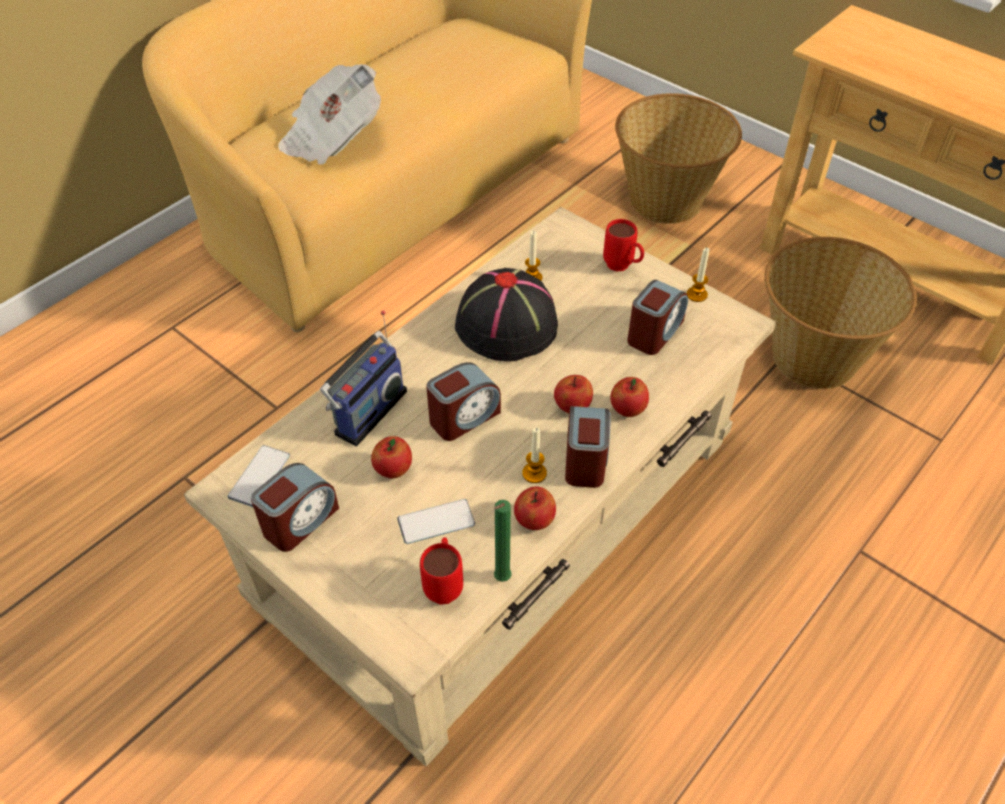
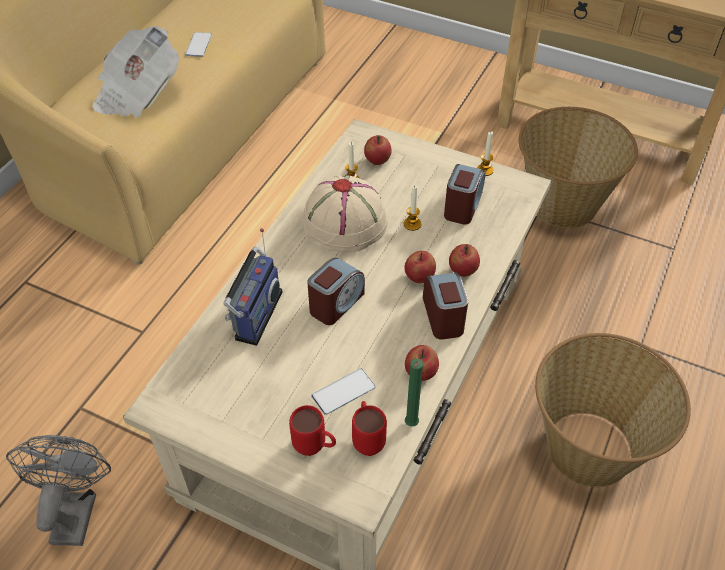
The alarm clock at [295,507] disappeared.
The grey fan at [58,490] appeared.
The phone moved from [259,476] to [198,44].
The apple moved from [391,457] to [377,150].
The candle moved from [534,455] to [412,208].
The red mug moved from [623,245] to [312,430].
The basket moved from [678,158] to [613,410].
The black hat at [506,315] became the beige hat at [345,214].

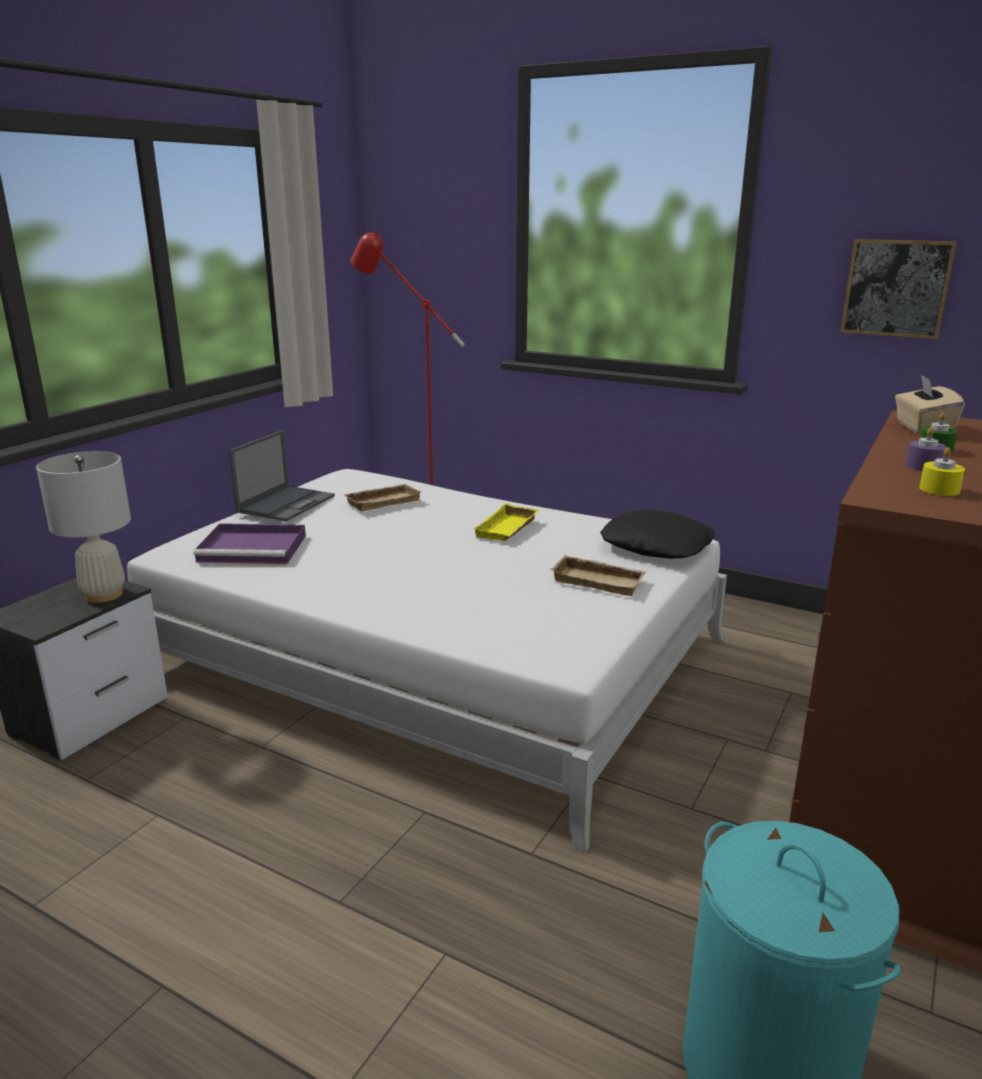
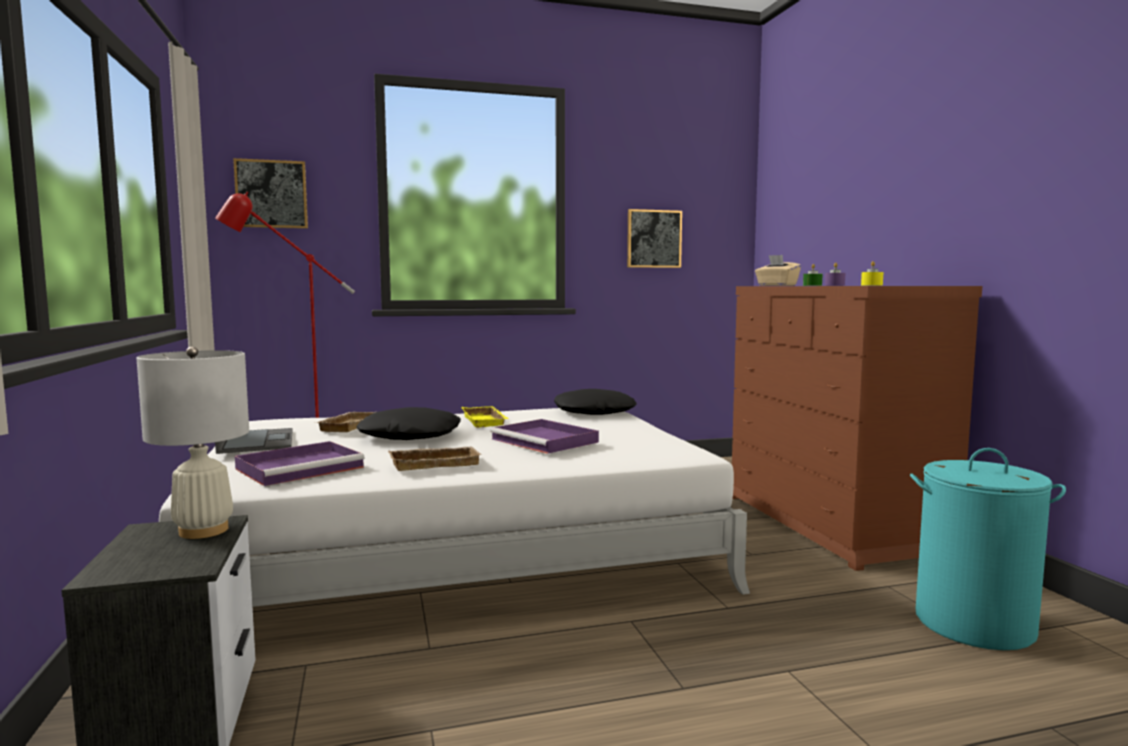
The picture at [270,193] appeared.
The black pillow at [408,423] appeared.
The purple tray at [544,436] appeared.
The beige tray moved from [598,575] to [435,459].

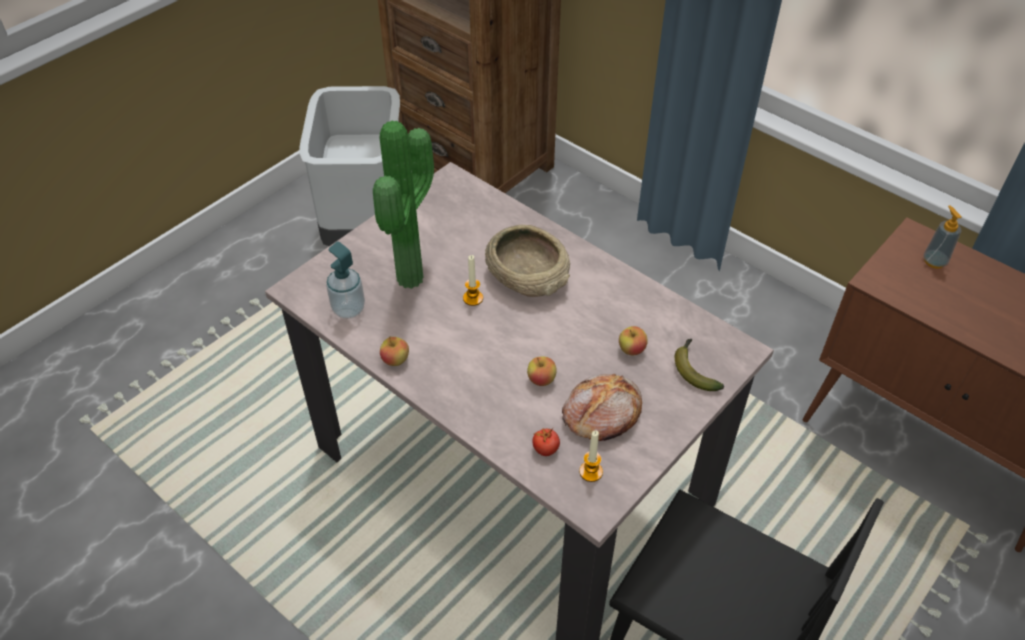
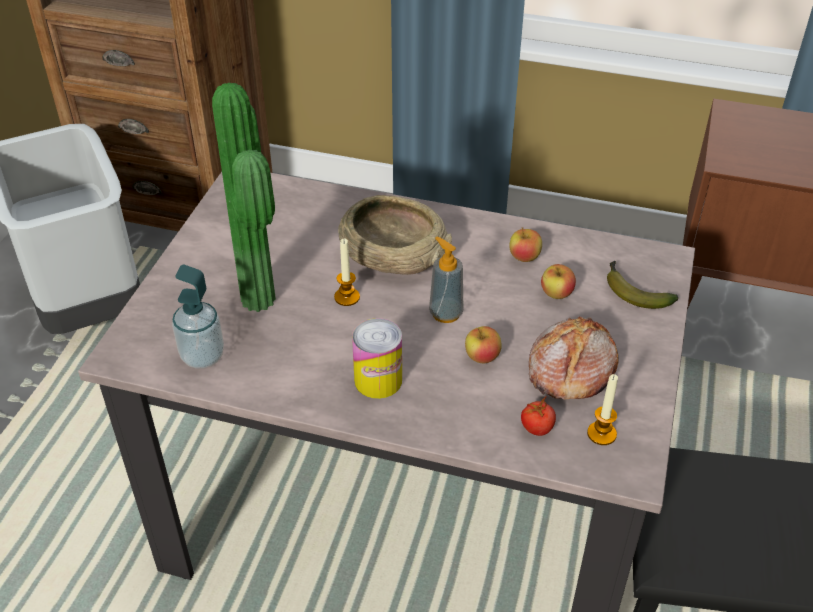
The can at [377,358] appeared.
The apple moved from [394,351] to [525,244].
The soap dispenser moved from [943,237] to [446,280].

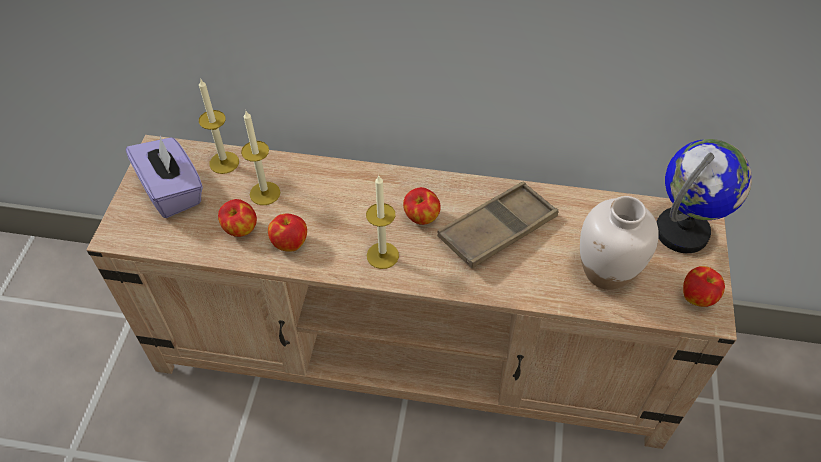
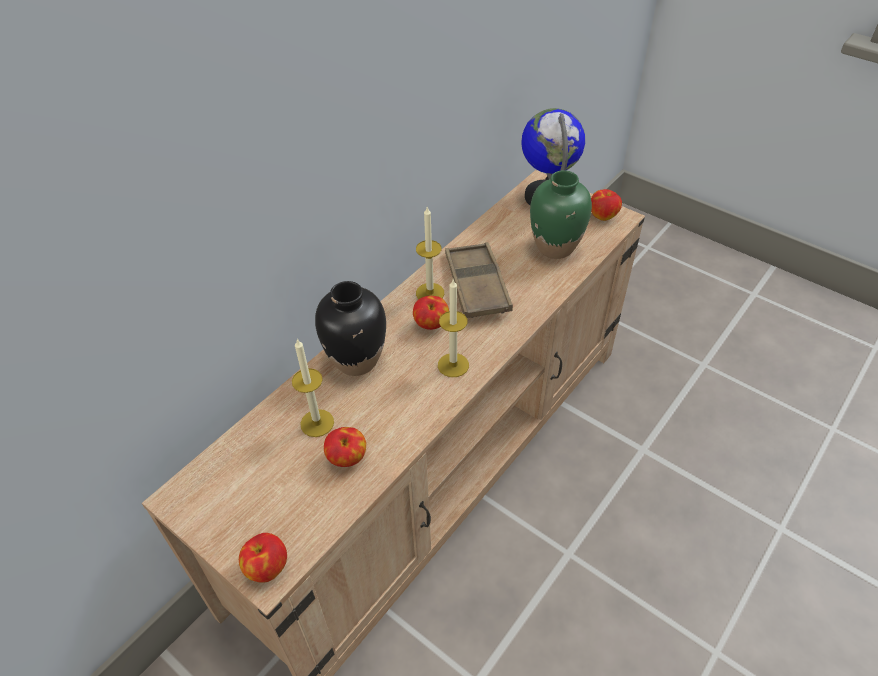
The purple tissue box at [164,176] disappeared.
The black vase at [350,328] appeared.
The candle moved from [219,126] to [430,253].
The apple moved from [287,233] to [263,558].
The white vase at [619,243] became the green vase at [561,214].

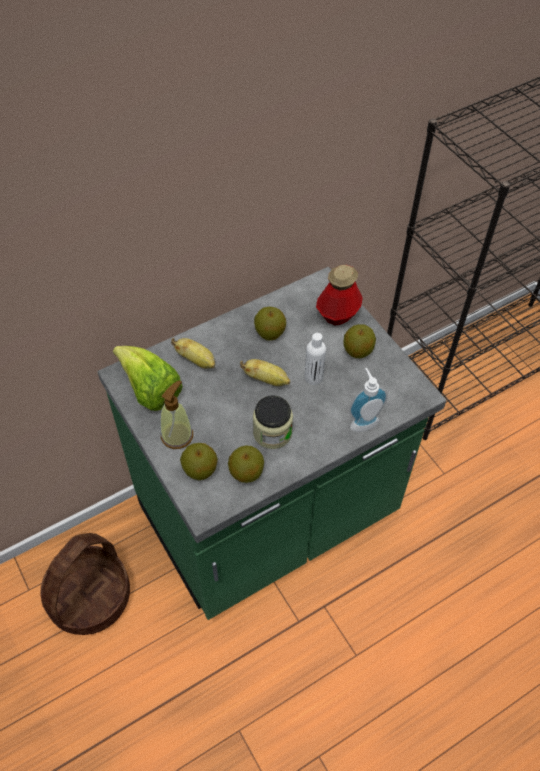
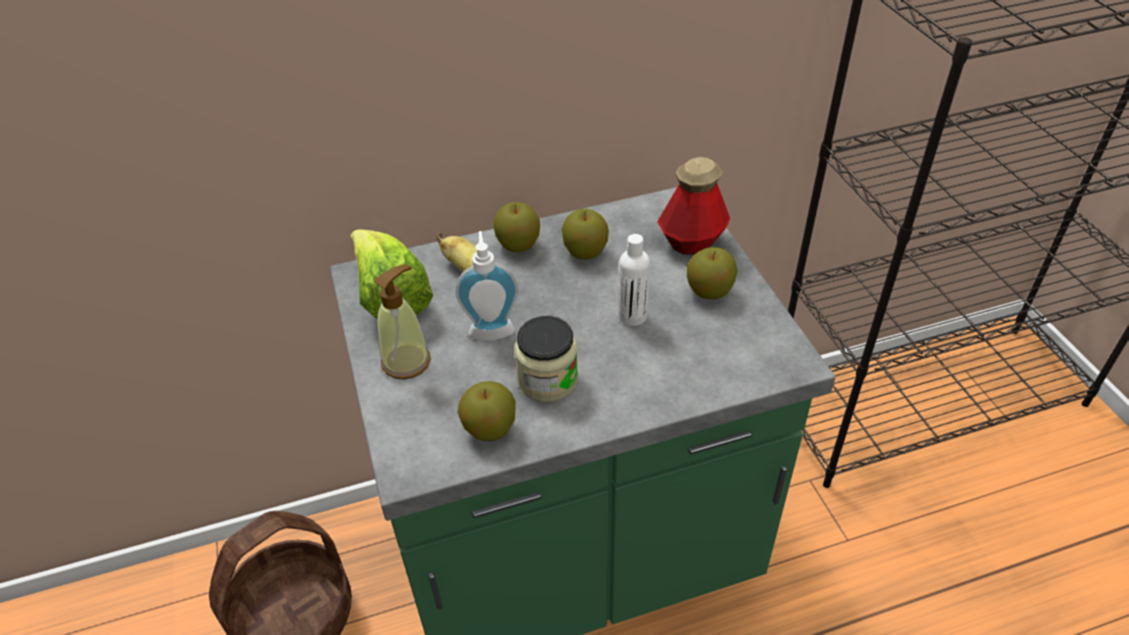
The banana at [265,372] disappeared.
The apple moved from [199,461] to [516,227].
The soap dispenser moved from [368,400] to [486,285].

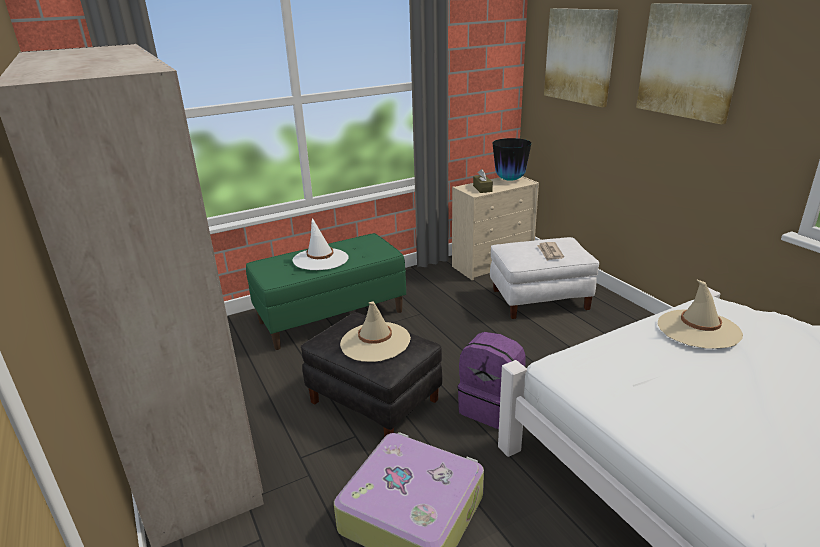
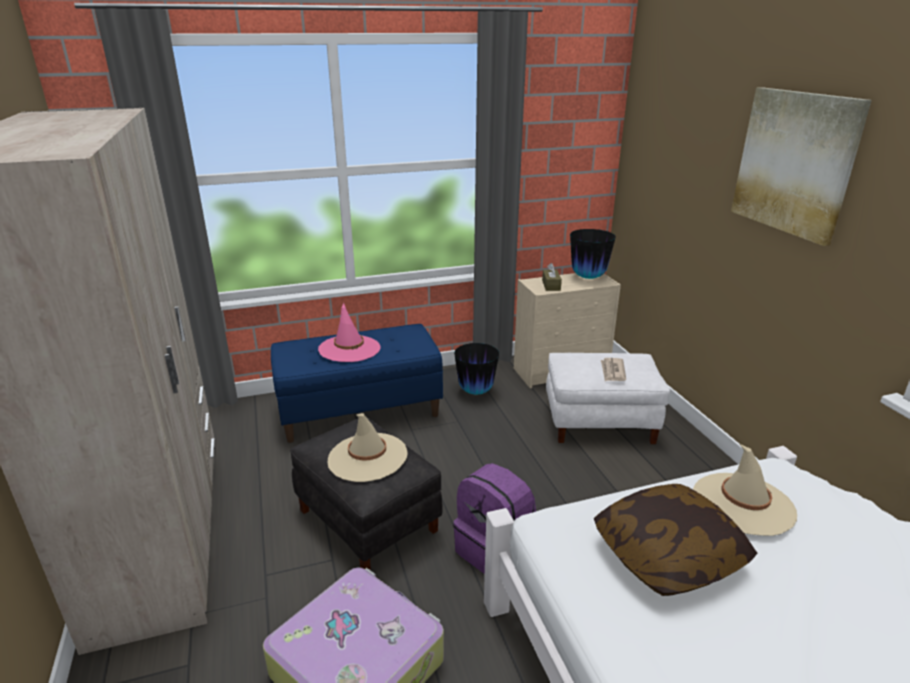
The picture at [581,57] disappeared.
The vase at [476,369] appeared.
The pillow at [675,540] appeared.
The green bench at [326,291] became the blue bench at [357,383].
The white hat at [320,244] became the pink hat at [349,332].

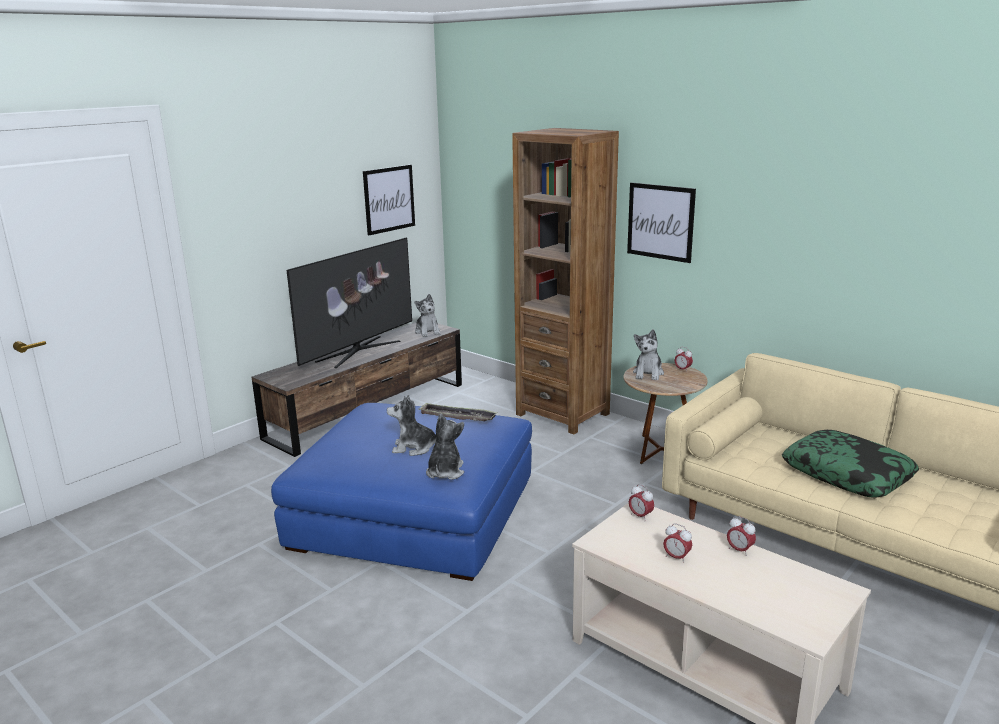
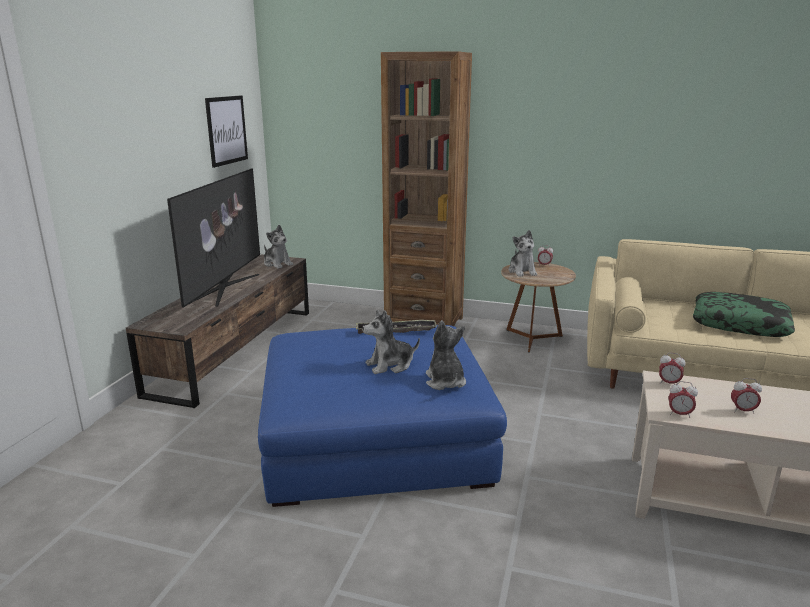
The picture at [661,222] disappeared.
The alarm clock moved from [741,536] to [683,399].

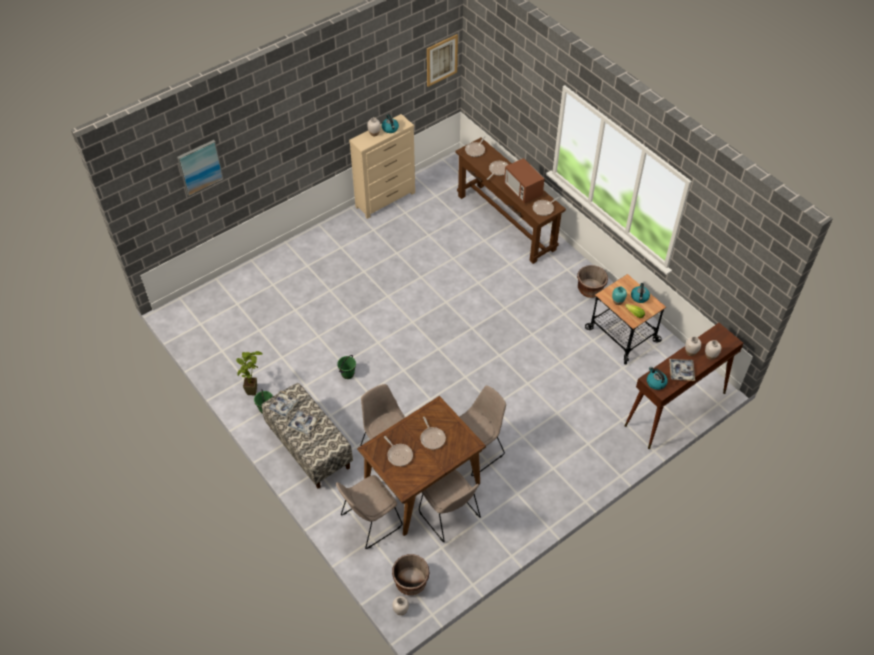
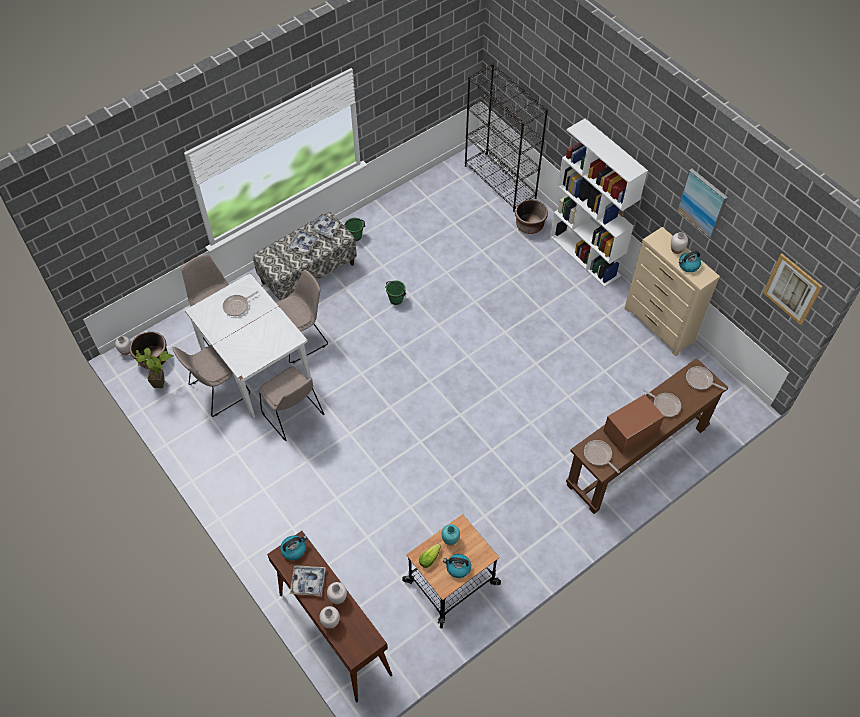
The frying pan at [433,433] disappeared.
The black bookcase at [506,137] appeared.
The white bookcase at [599,202] appeared.
The picture moved from [200,168] to [702,203].
The potted plant moved from [249,373] to [155,368].
The brown planter moved from [592,281] to [531,217].
The brown dining table at [421,466] became the white dining table at [248,345].

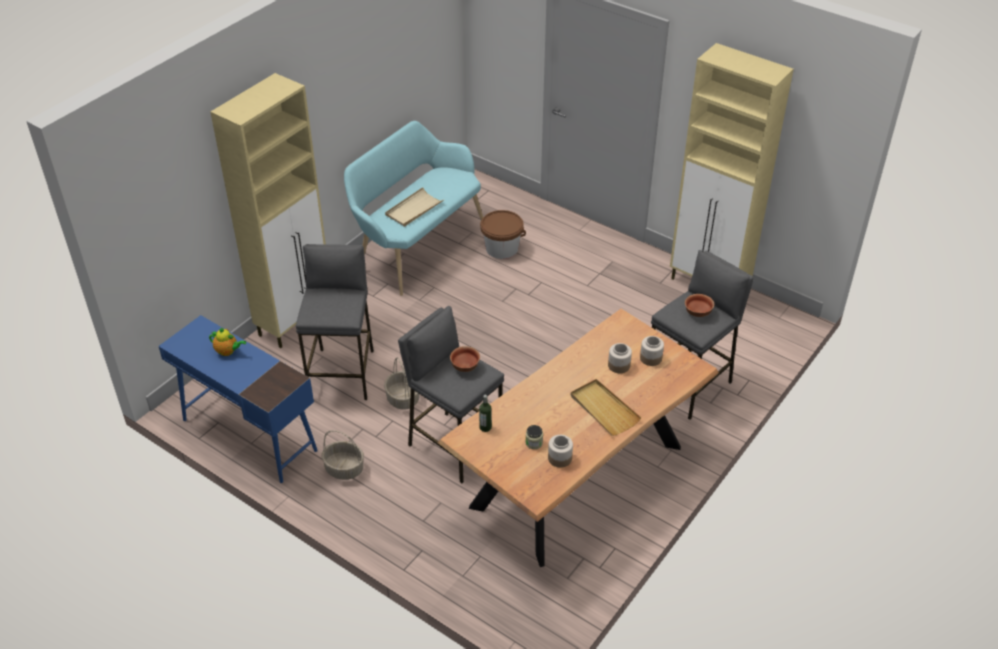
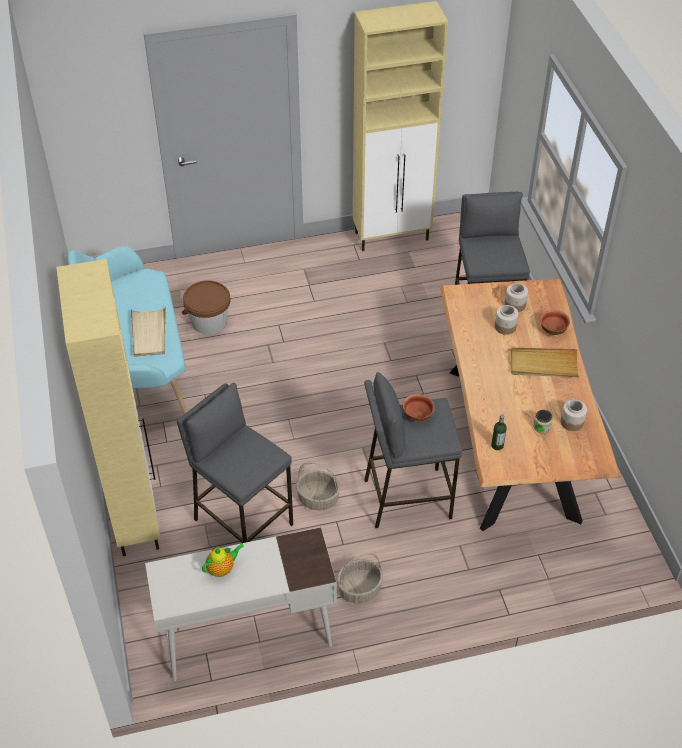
The bowl moved from [699,305] to [555,322].
The blue desk at [238,399] became the white desk at [241,604].

